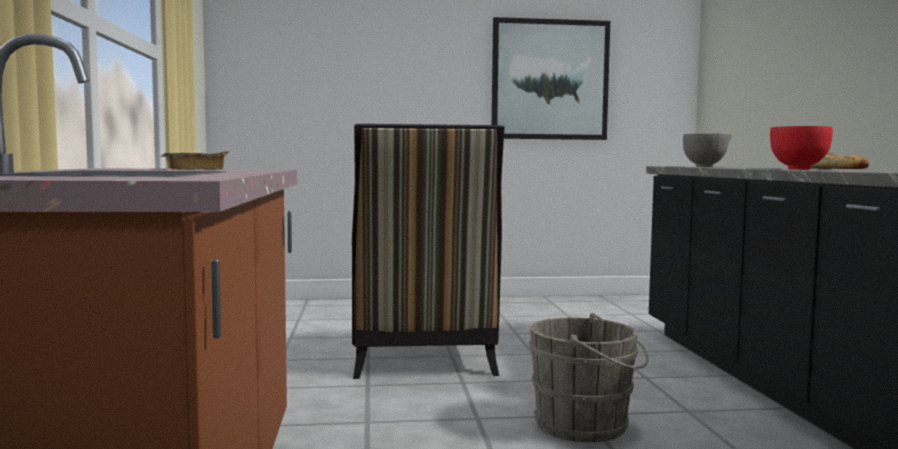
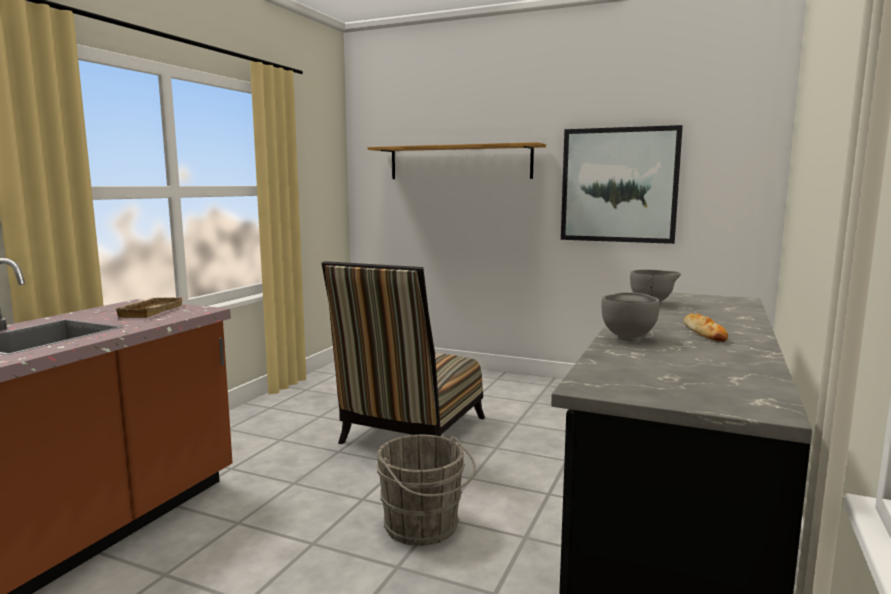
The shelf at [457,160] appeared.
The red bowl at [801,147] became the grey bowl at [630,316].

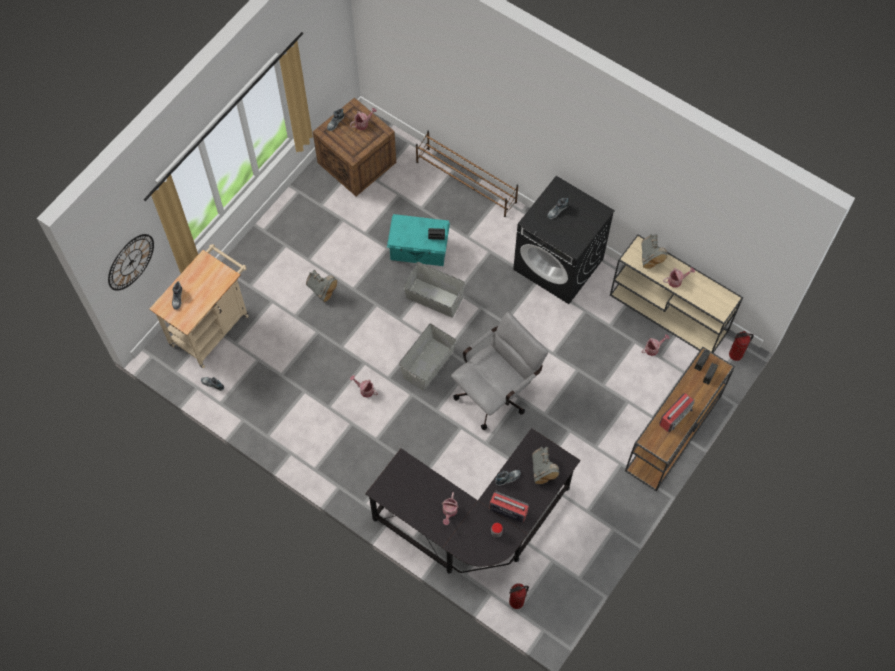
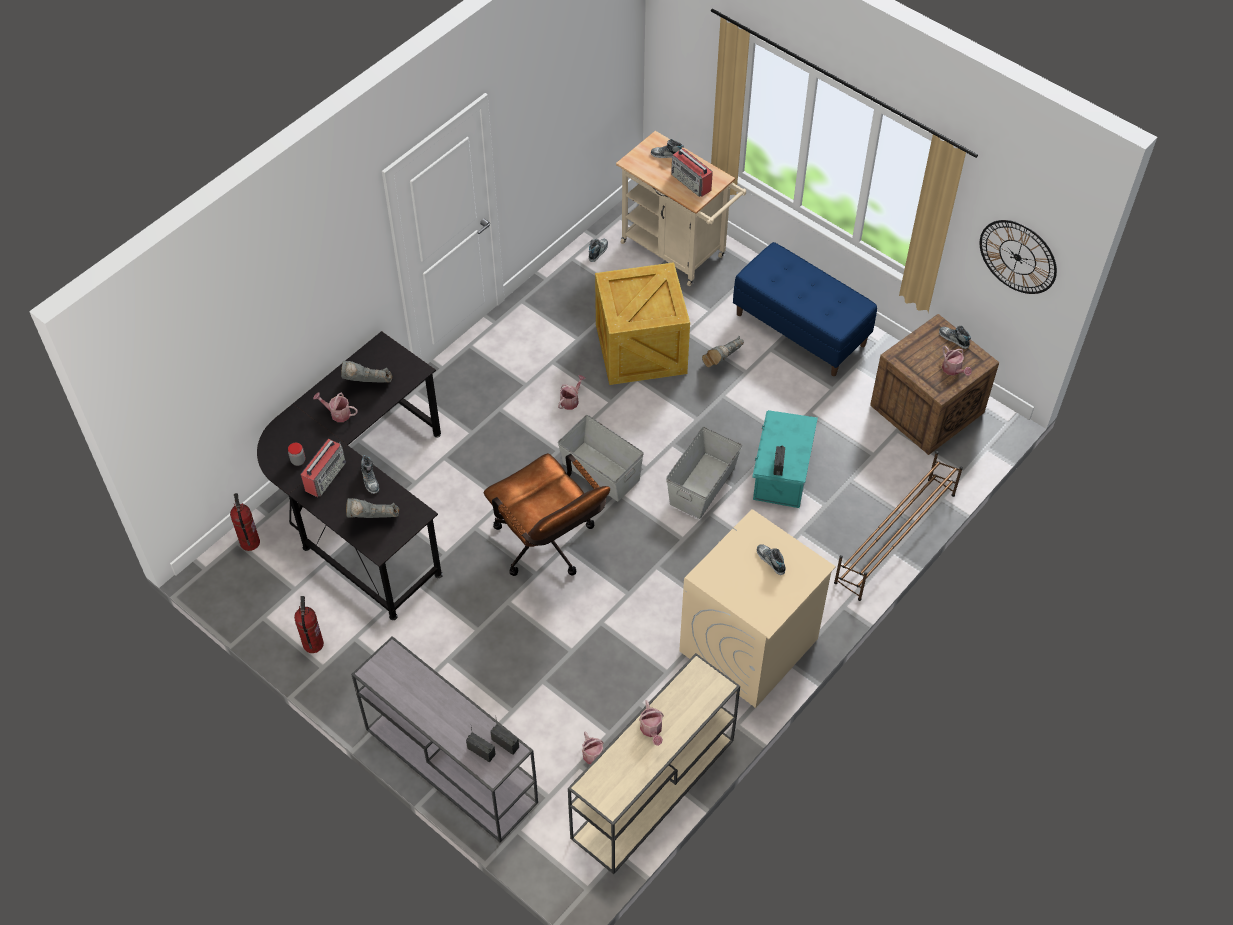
The crate at [642,323] appeared.
The blue bench at [805,309] appeared.
The wall clock moved from [131,262] to [1018,257].
The grey boot moved from [654,251] to [366,371].
The radio moved from [677,412] to [692,172].
The fire extinguisher moved from [741,346] to [309,624].
The grey office chair at [499,371] became the brown office chair at [547,514].
The black washing machine at [564,240] became the beige washing machine at [757,608].
The brown console table at [680,419] became the grey console table at [444,739].

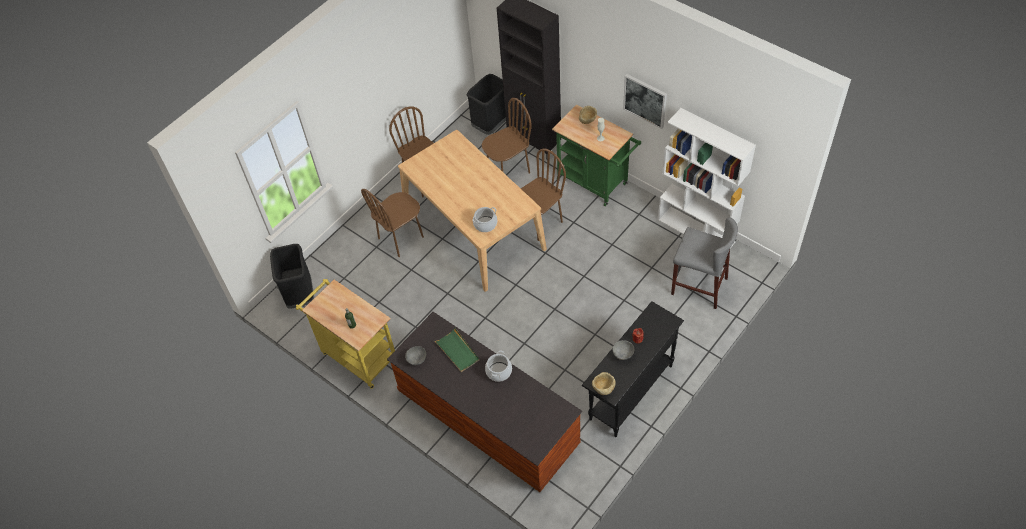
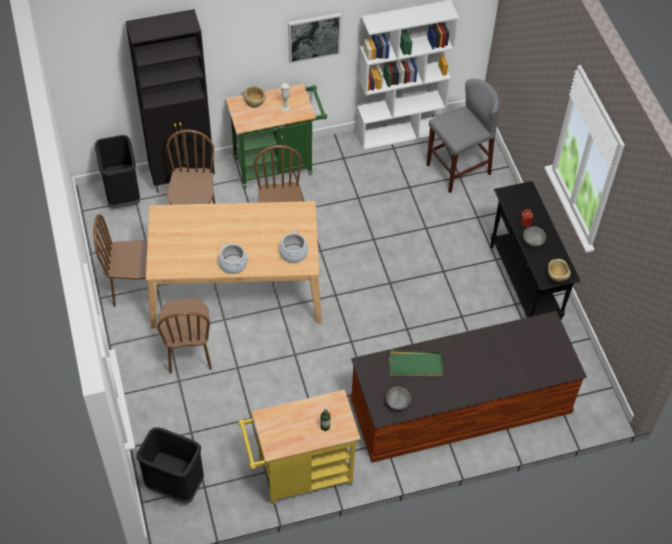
The cooking pot moved from [498,366] to [233,258].

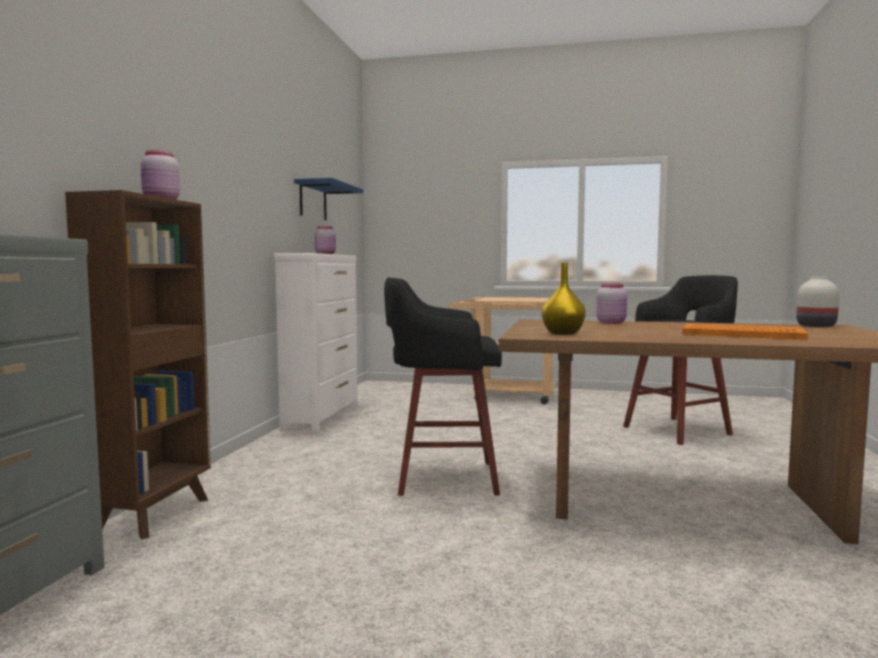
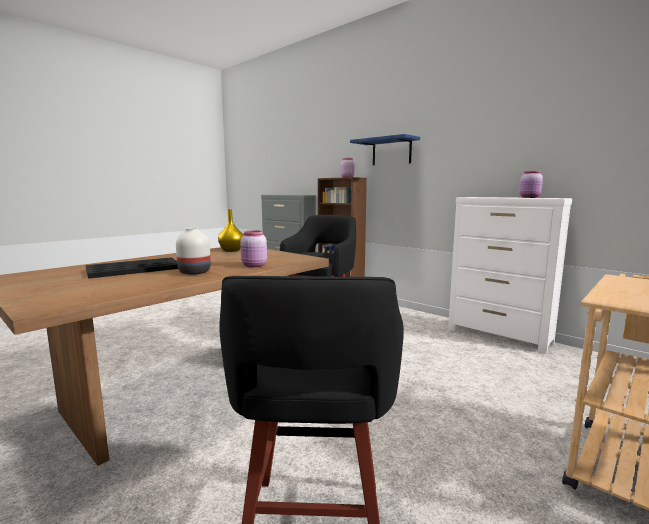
The blue shelf moved from [328,199] to [385,149].
The white vase moved from [817,301] to [193,251].
The orange tray at [745,331] became the black tray at [132,268].

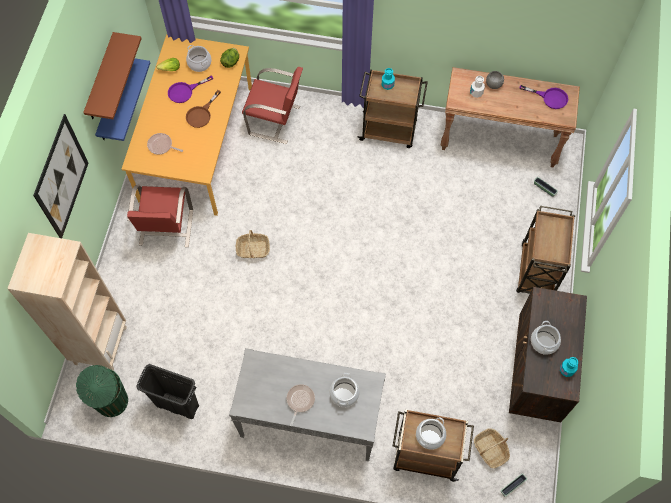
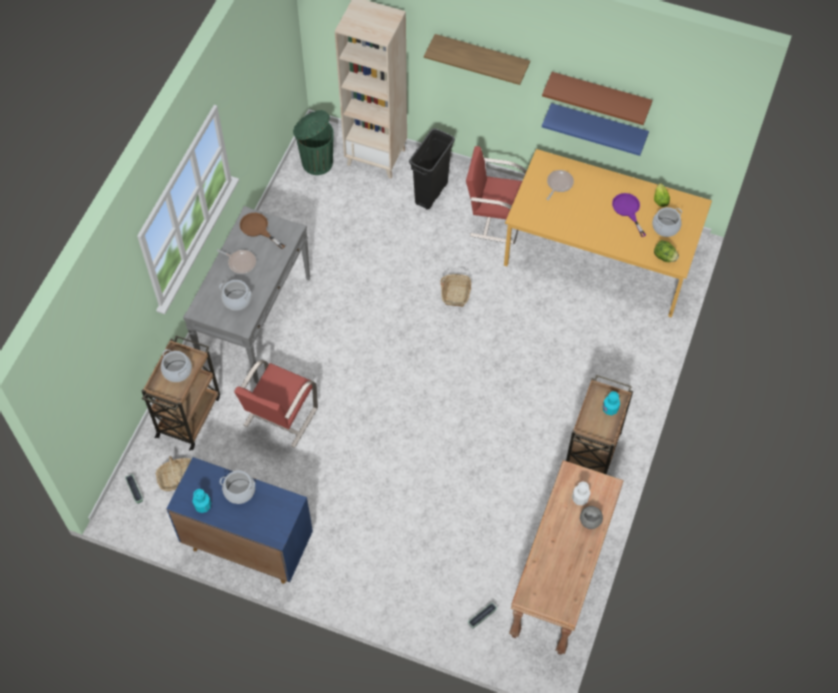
The brown cart at [546,250] disappeared.
The purple frying pan at [544,97] disappeared.
The black trash can moved from [167,391] to [432,169].
The brown frying pan moved from [203,109] to [262,231].
The red chair moved from [272,105] to [276,404].
The picture at [60,176] was replaced by the shelf at [477,59].
The brown cabinet at [548,354] became the blue cabinet at [239,520].

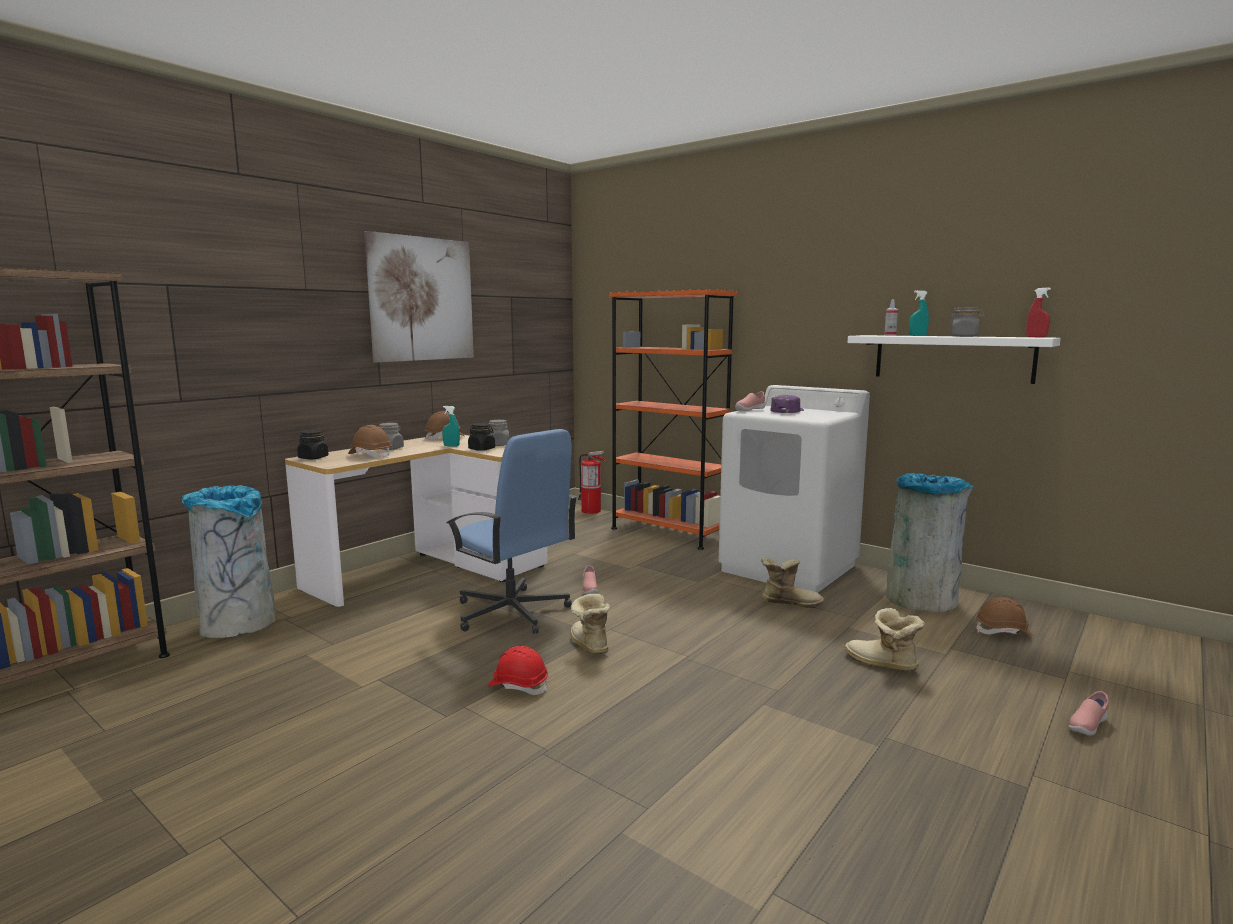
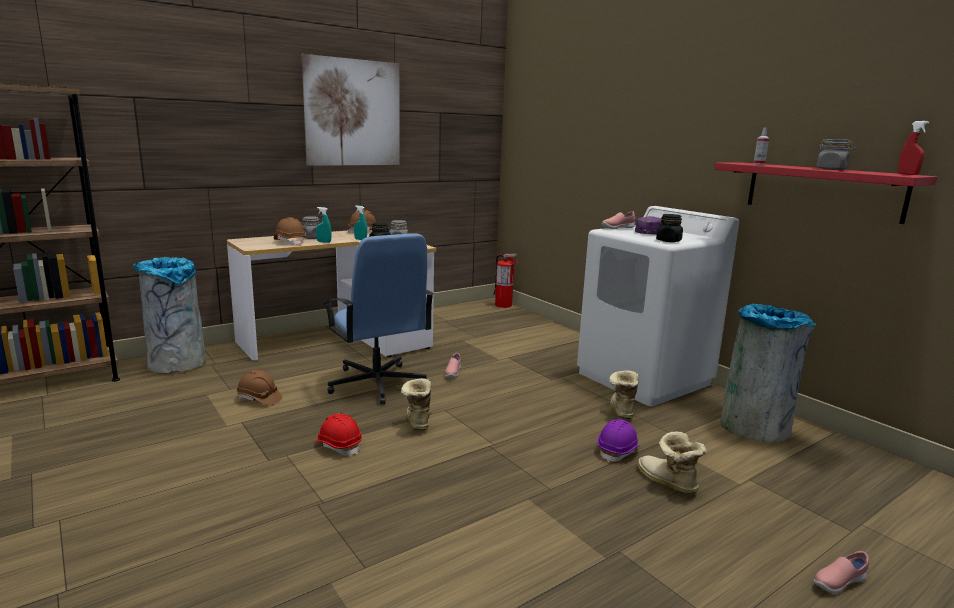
The orange bookcase at [673,419] disappeared.
The purple hard hat at [618,441] appeared.
The black jar moved from [312,444] to [669,228].
The turquoise spray bottle moved from [919,313] to [323,225].
The brown hard hat moved from [1005,616] to [259,387].
The white shelf at [954,359] became the red shelf at [826,193].
The boot at [792,582] turned 105 degrees counterclockwise.

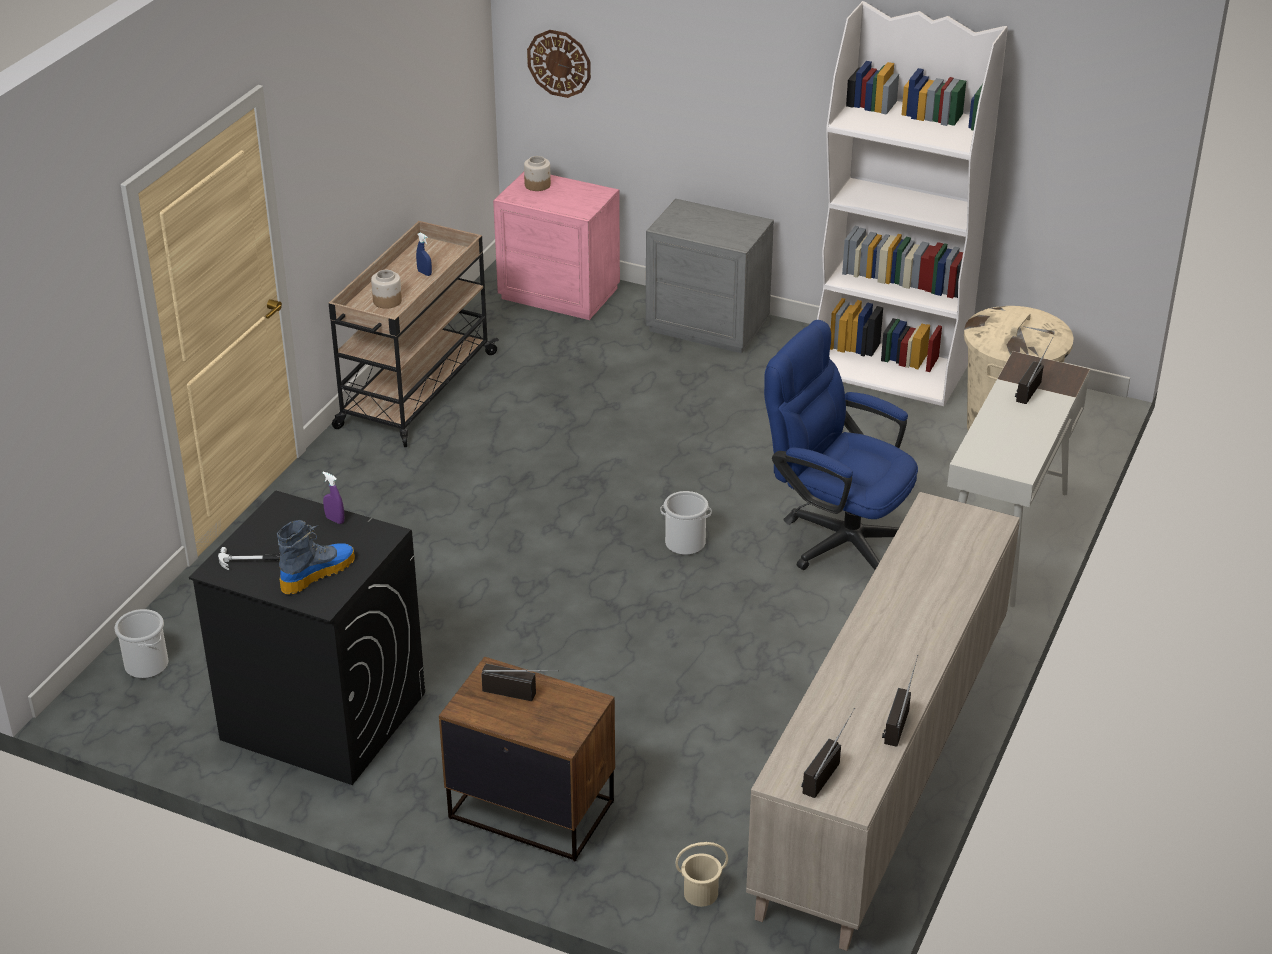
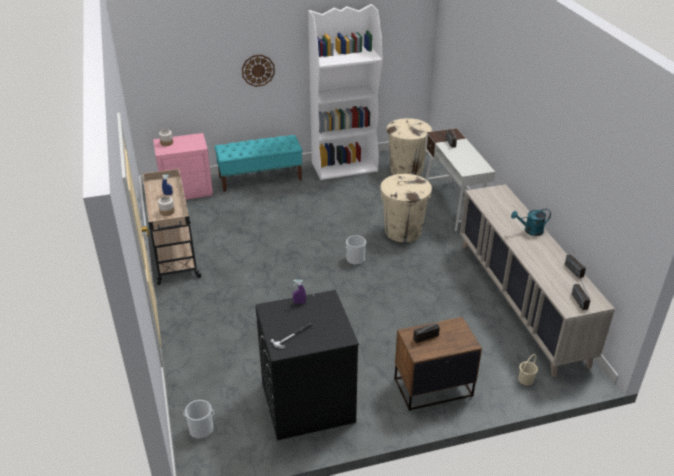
The boot at [316,557] disappeared.
The turquoise watering can at [531,222] appeared.
The wall clock moved from [559,64] to [258,71].
The grey nightstand at [710,276] was replaced by the turquoise bench at [258,163].
The blue office chair at [841,445] was replaced by the beige trash can at [406,208].

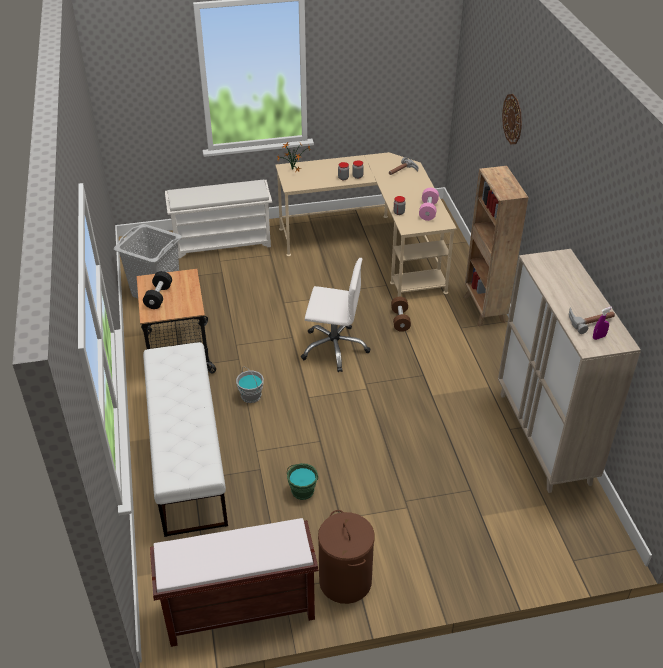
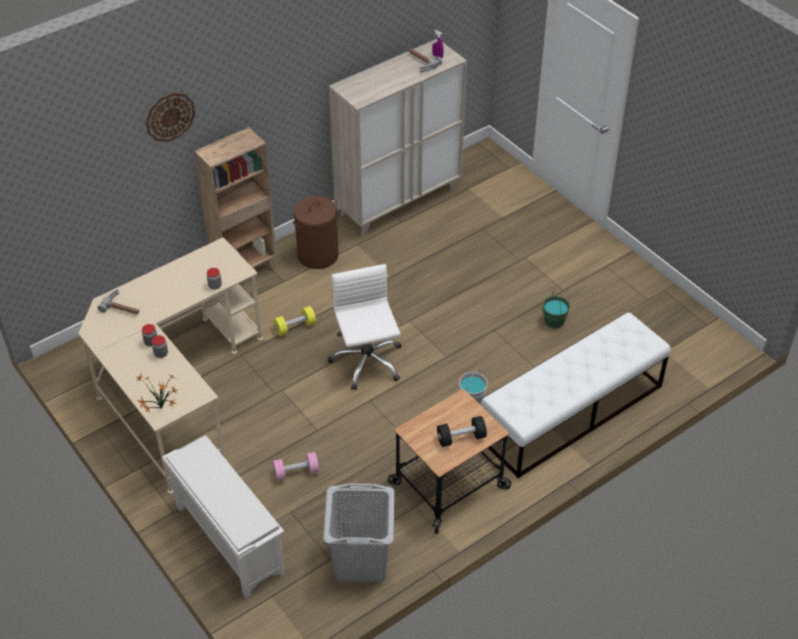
The brown bench at [234,582] disappeared.
The brown laundry basket moved from [346,557] to [316,232].
The pink dumbbell moved from [429,204] to [296,466].
The brown dumbbell at [401,314] became the yellow dumbbell at [295,321].

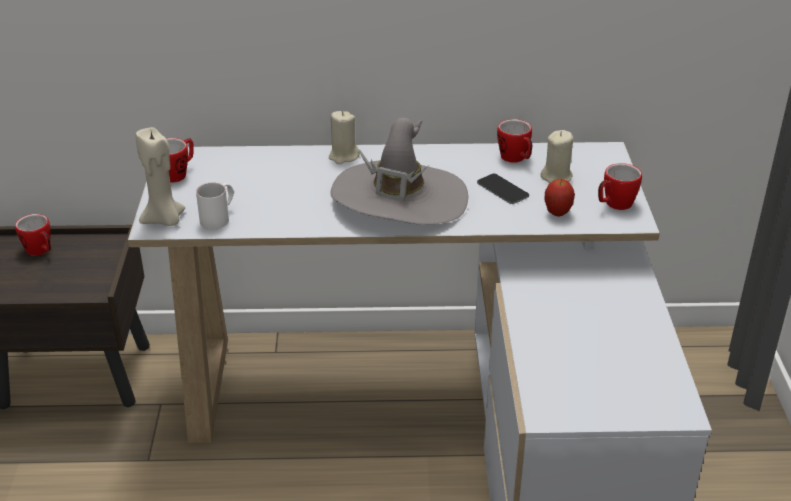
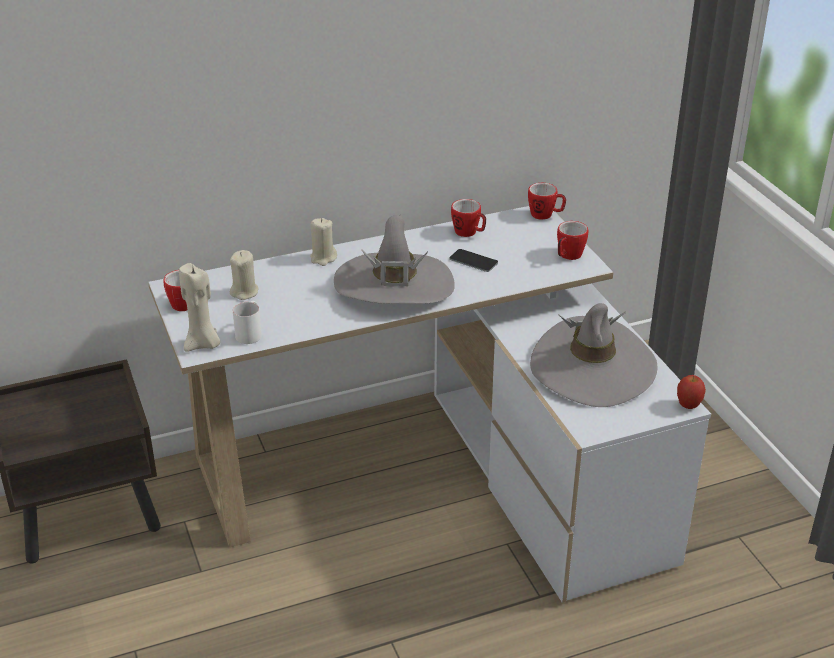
The grey hat at [593,355] appeared.
The mug moved from [33,235] to [547,201].
The beige candle moved from [556,156] to [244,275].
The apple moved from [560,198] to [691,392].

